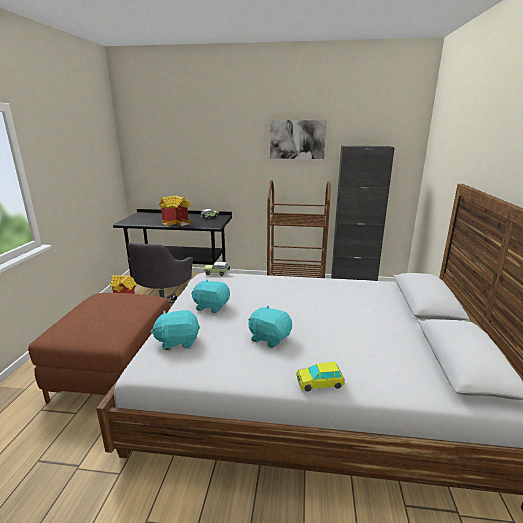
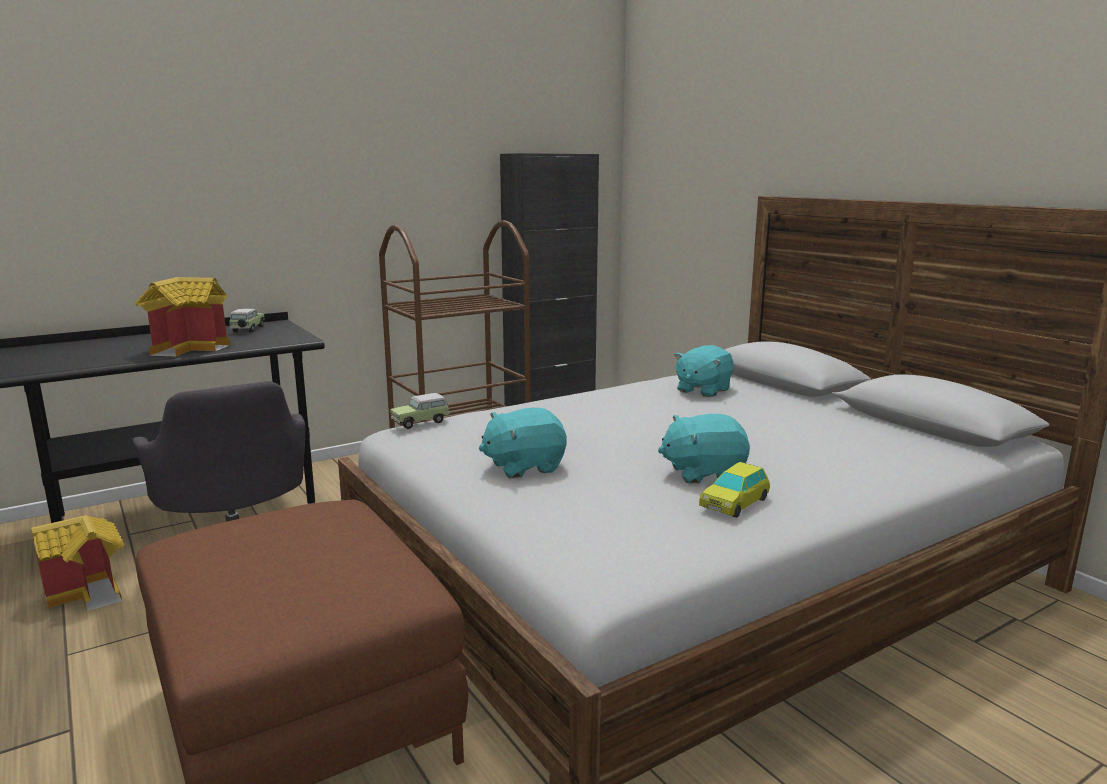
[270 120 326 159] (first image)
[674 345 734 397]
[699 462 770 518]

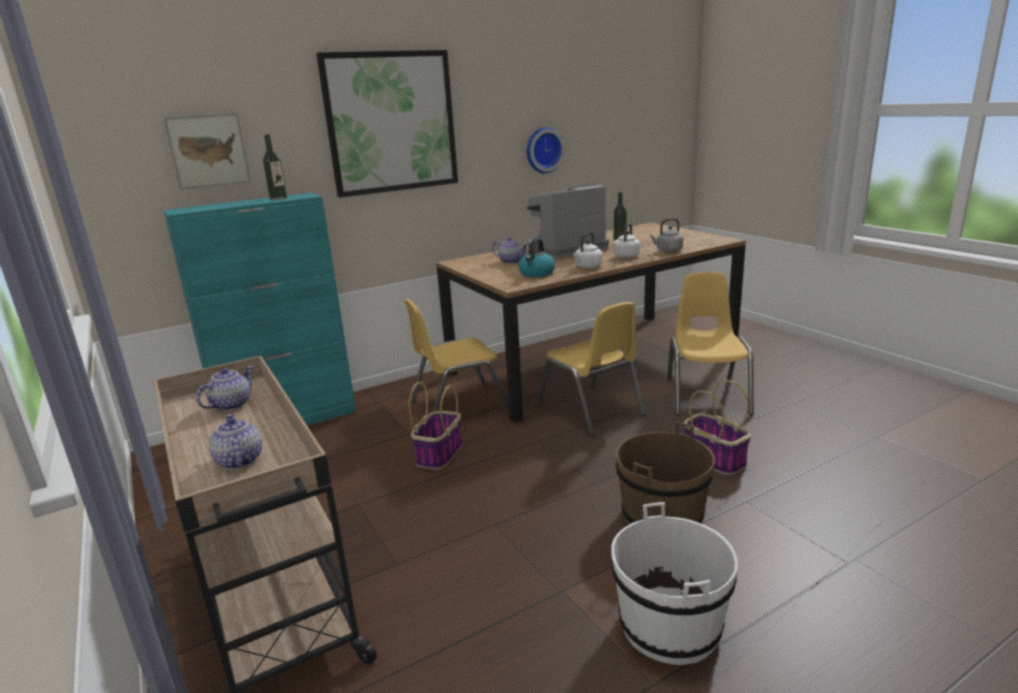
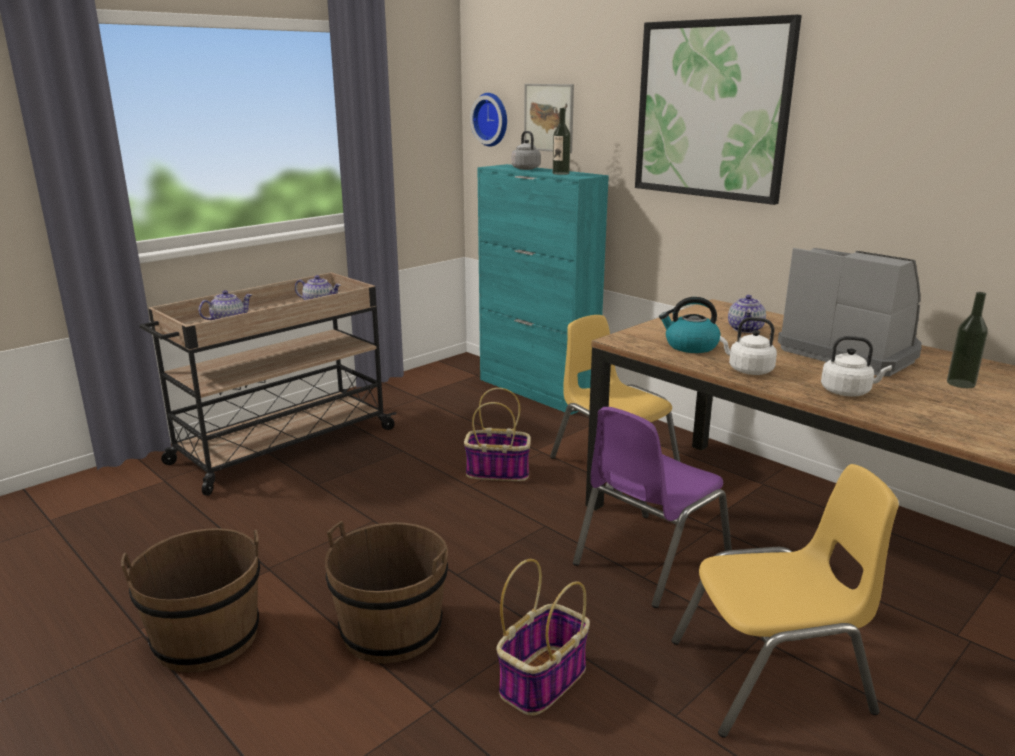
[470 93 507 147]
[512 131 541 170]
[573 407 732 608]
[121 528 260 673]

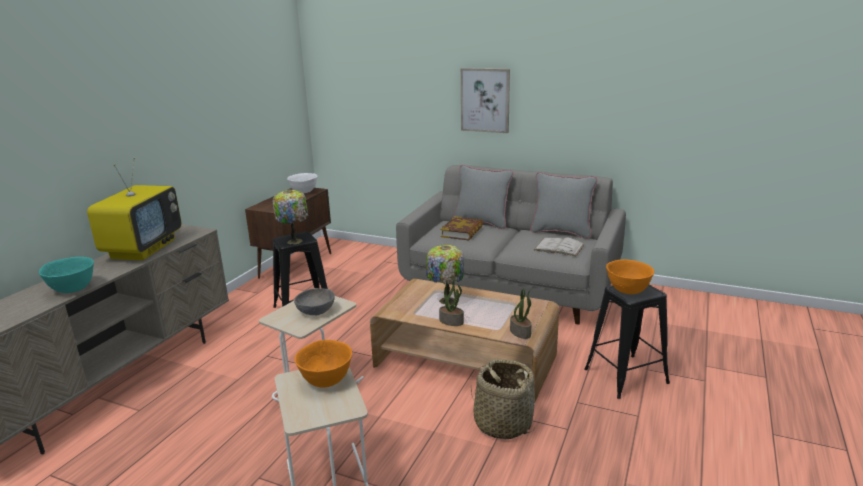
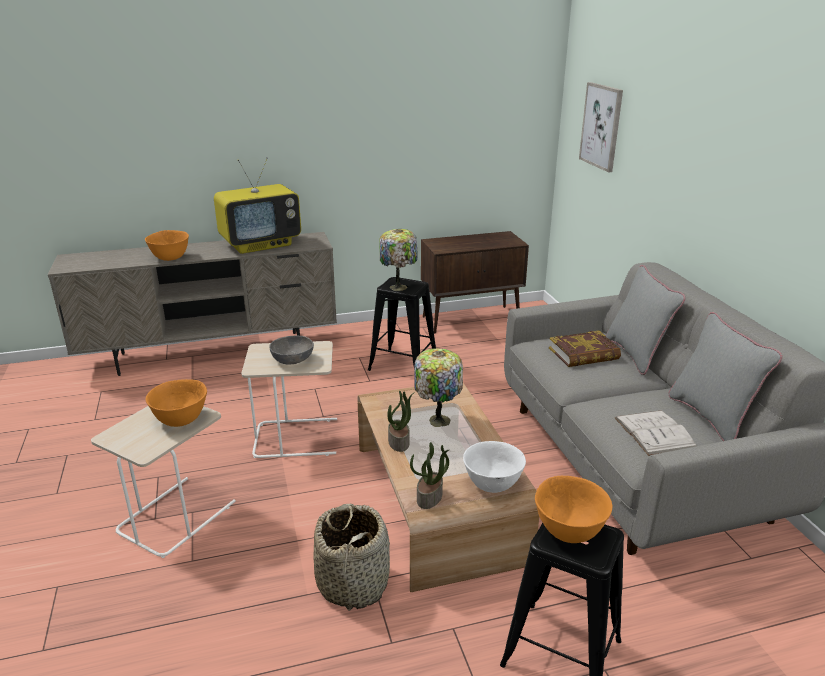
[579 82 623 173]
[463 441 526 493]
[145 230 189 261]

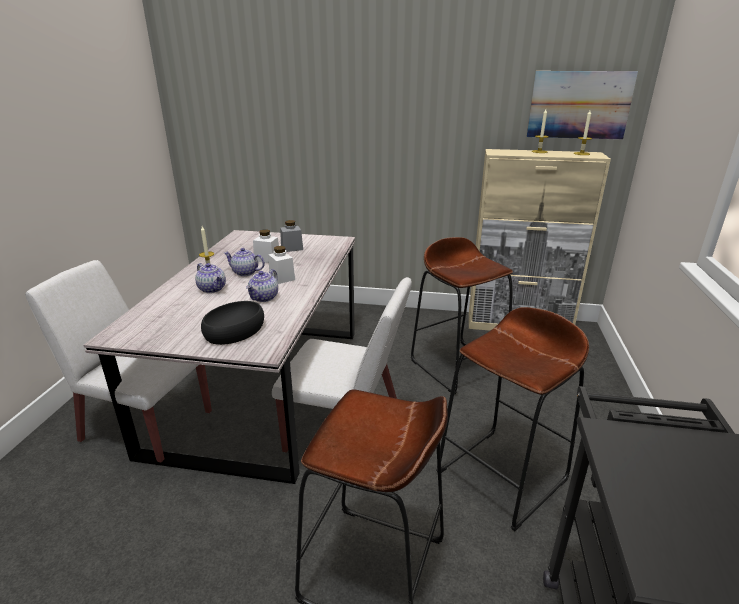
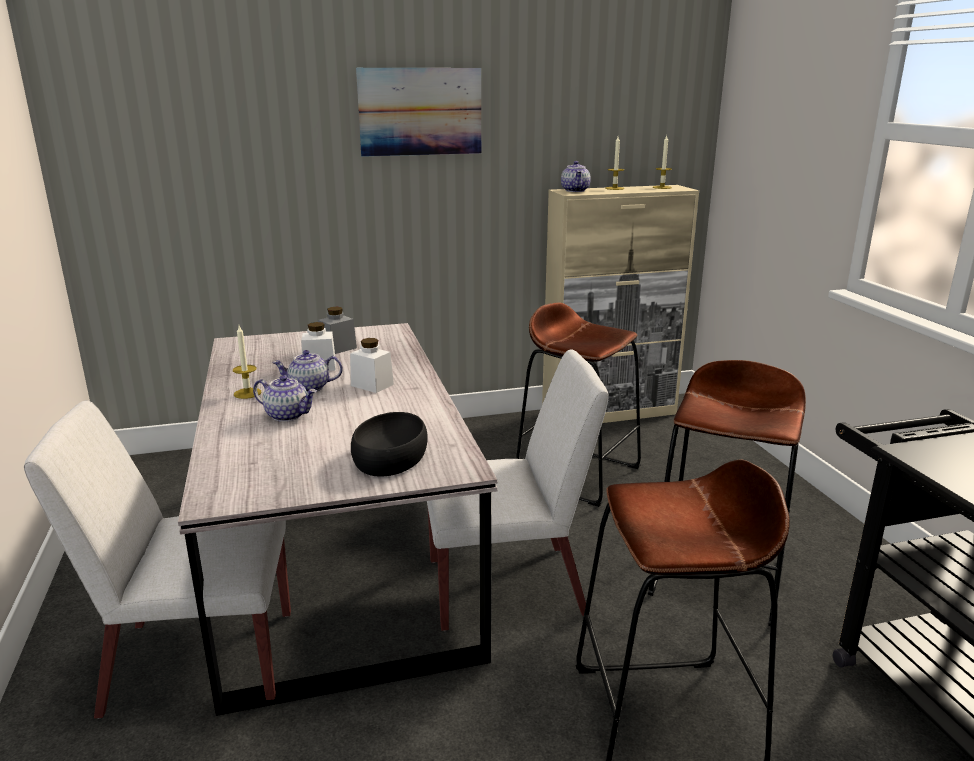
[356 68 481 157]
[561 161 591 192]

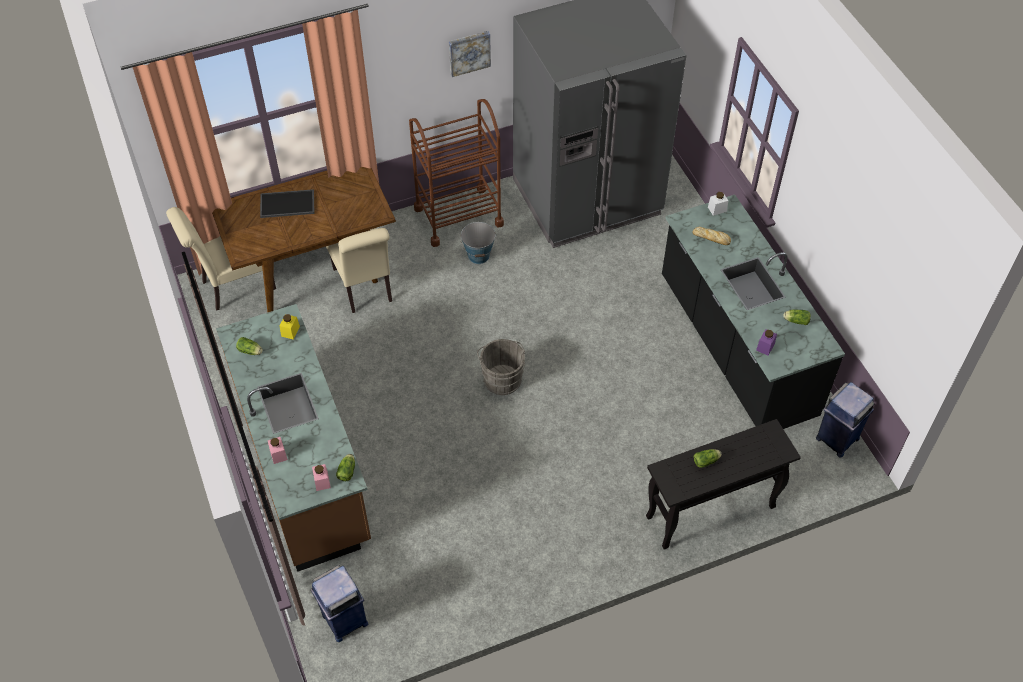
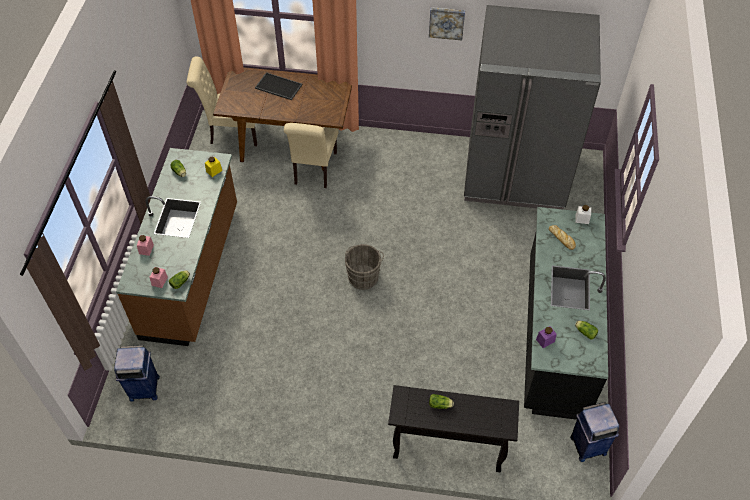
[409 99 504 247] (first image)
[460 222 496 264] (first image)

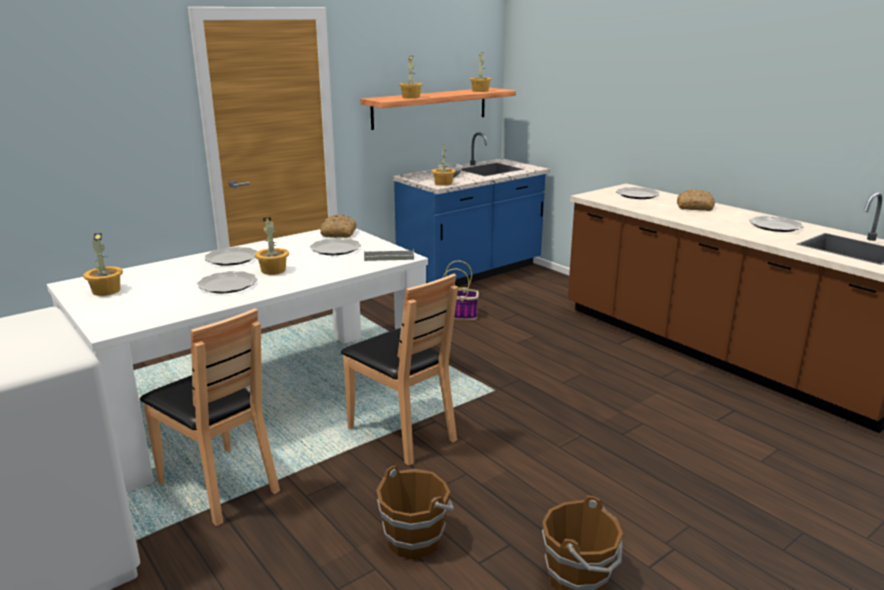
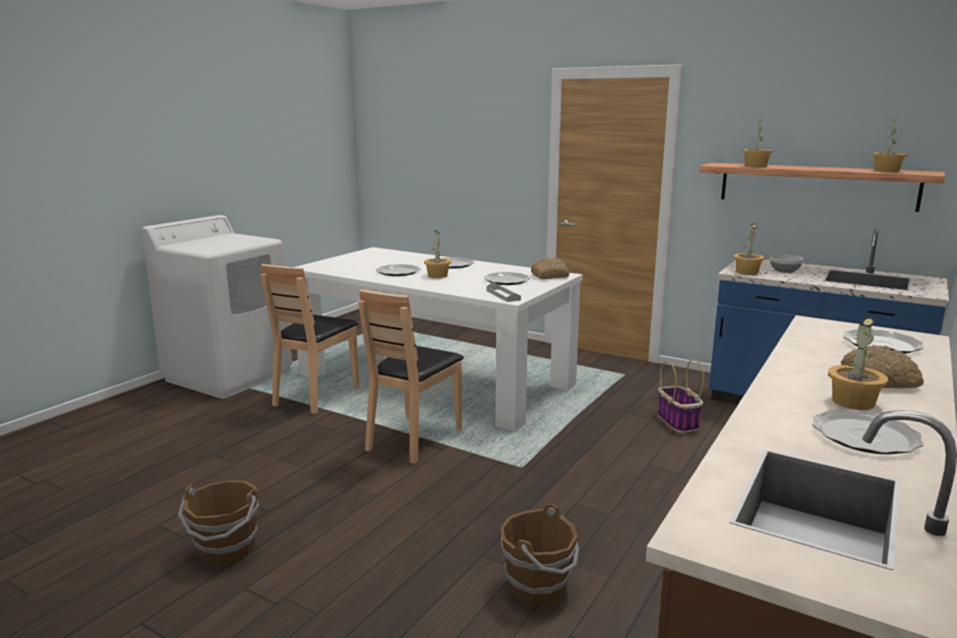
[828 316 888 410]
[501 504 579 605]

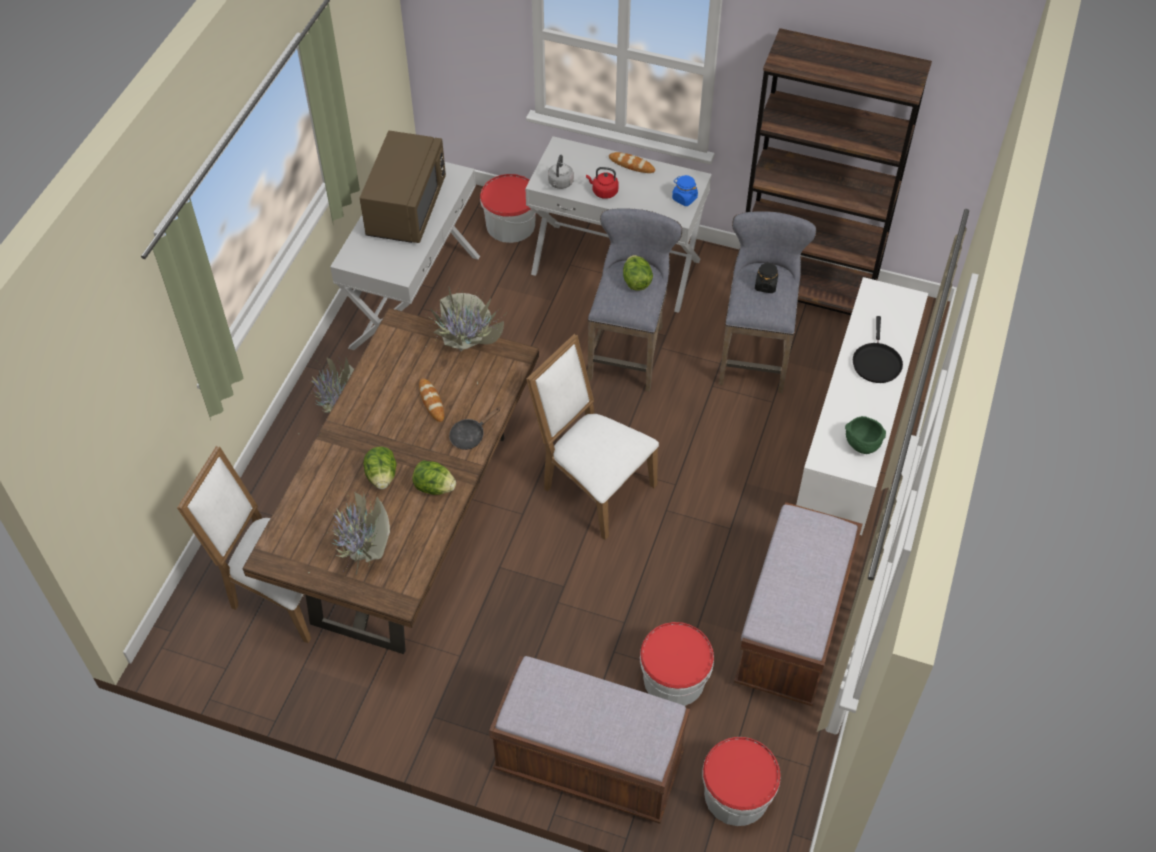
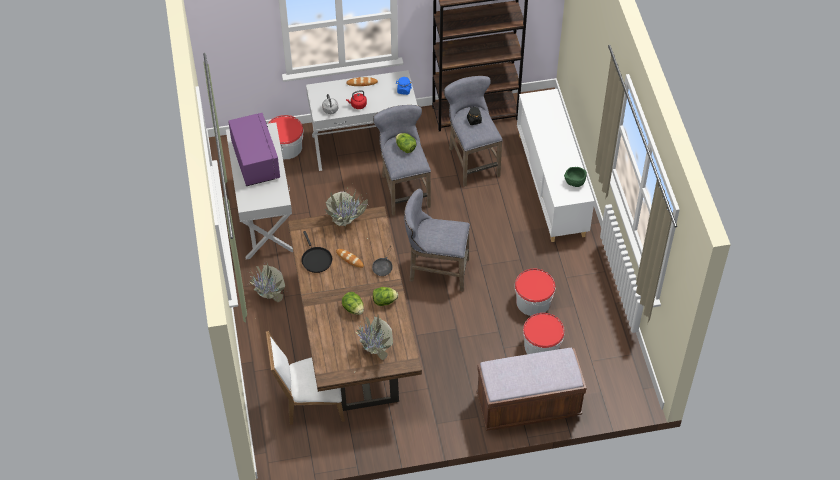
[228 113 280 186]
[301 231 332 273]
[404 188 470 291]
[734 502 863 706] (first image)
[515 268 555 316]

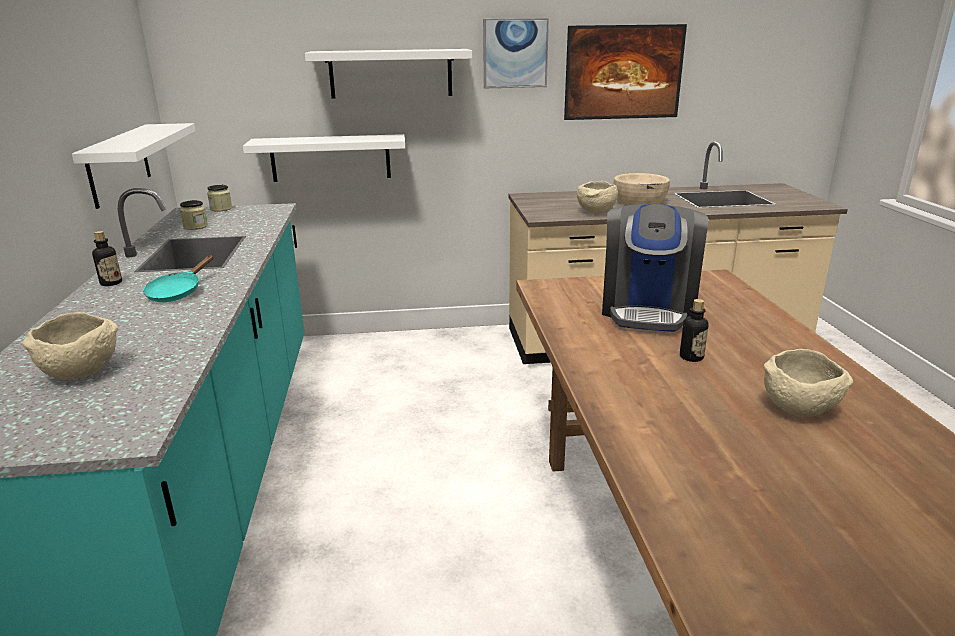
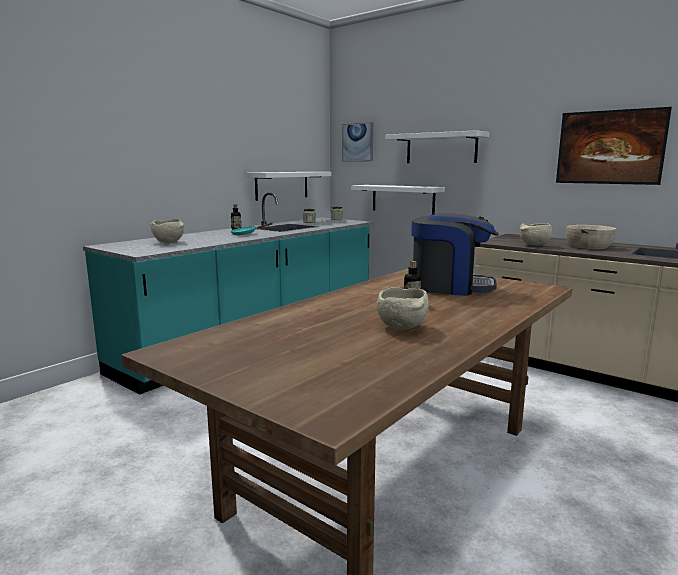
[342 122 373 162]
[411 213 499 296]

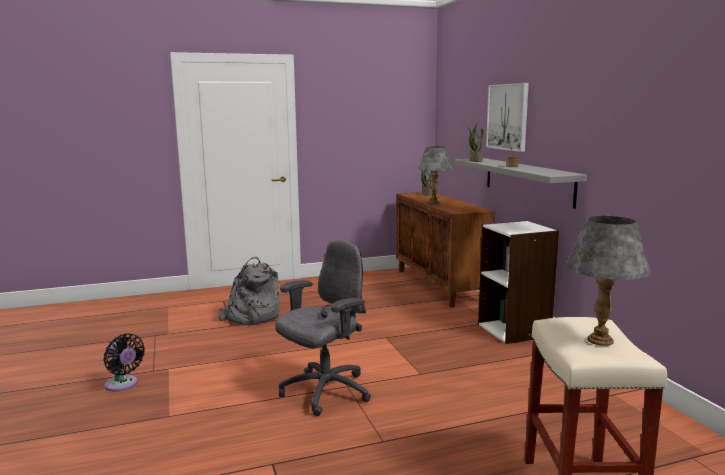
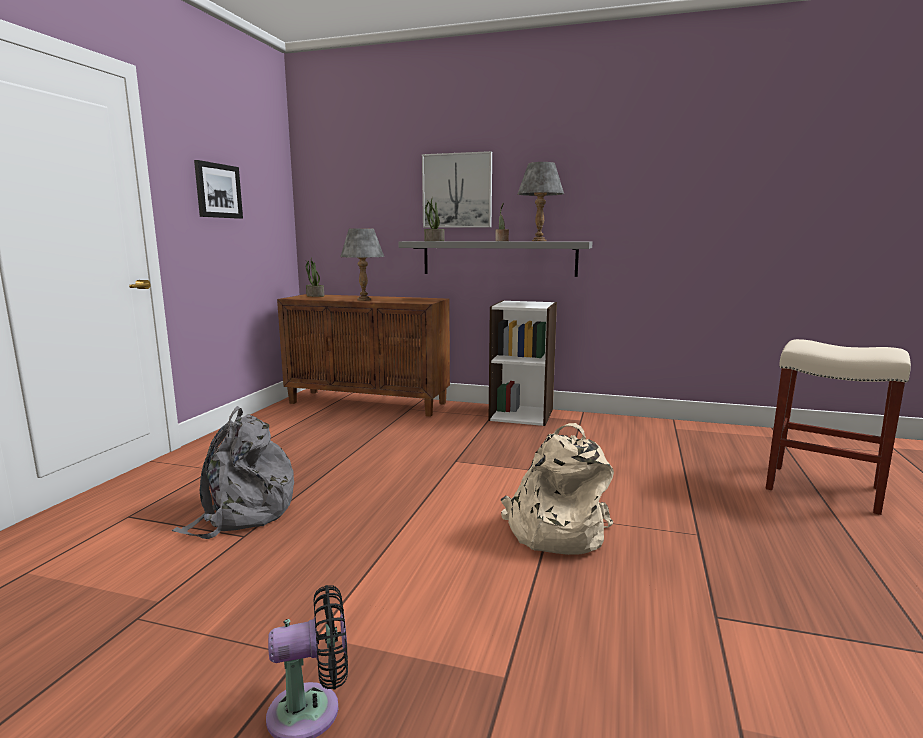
[518 162 564 241]
[501 423 614 555]
[194 160 243 219]

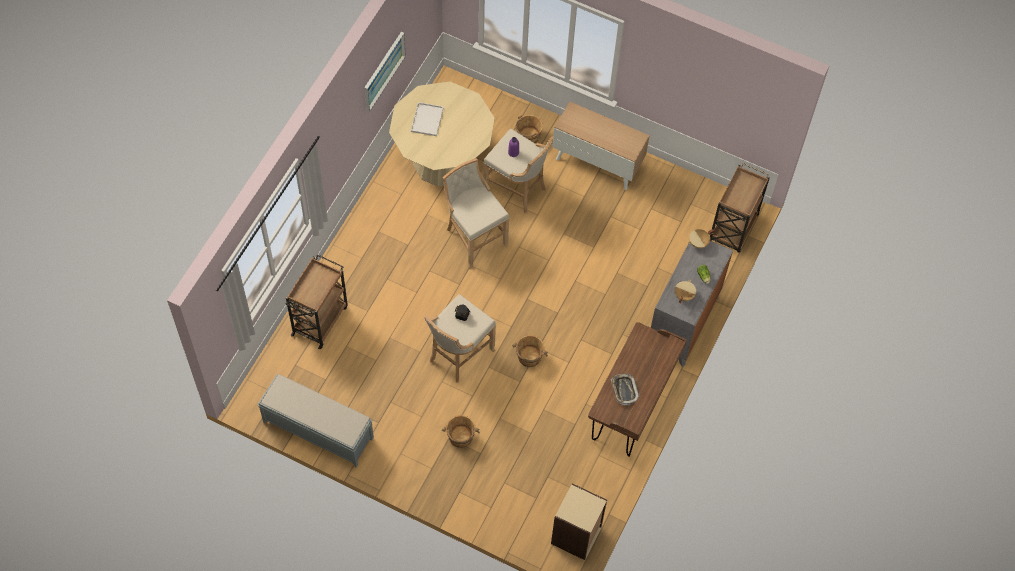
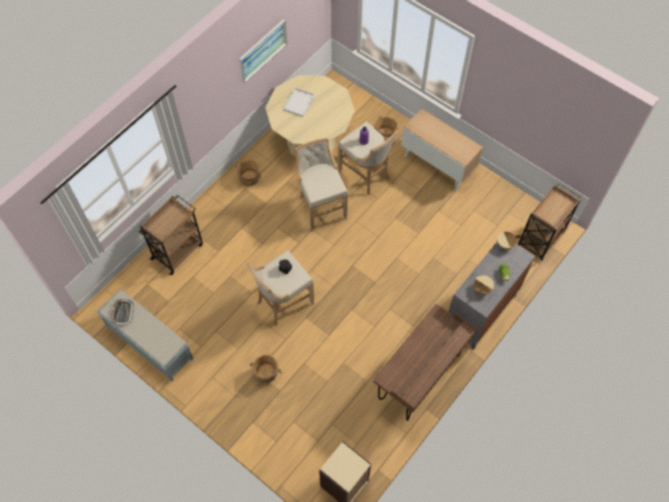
[236 160 261 186]
[111 299 134 326]

